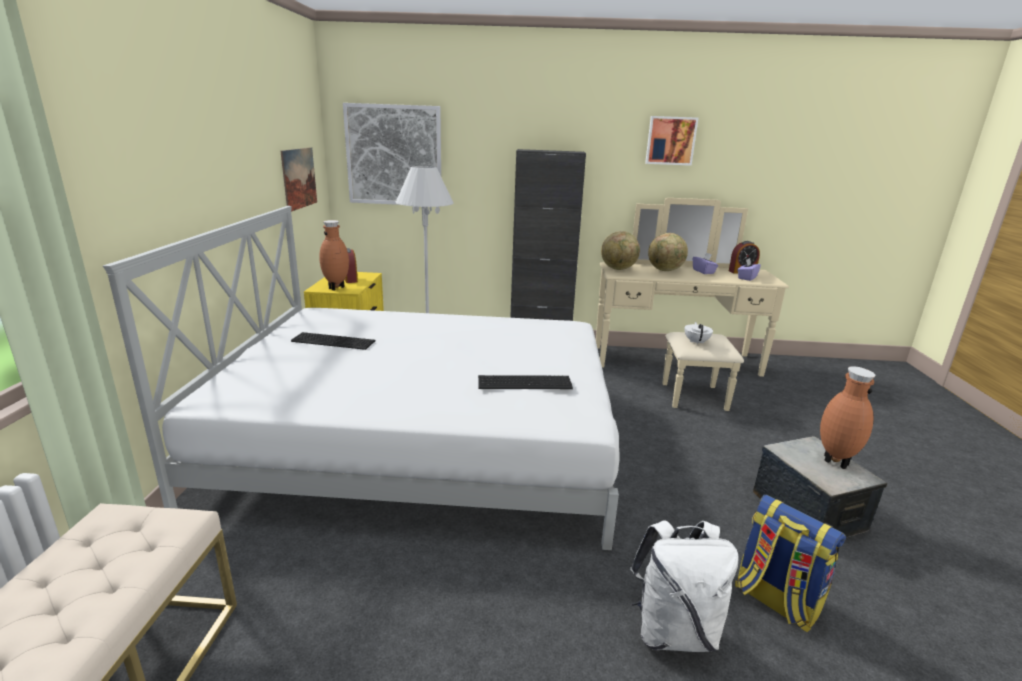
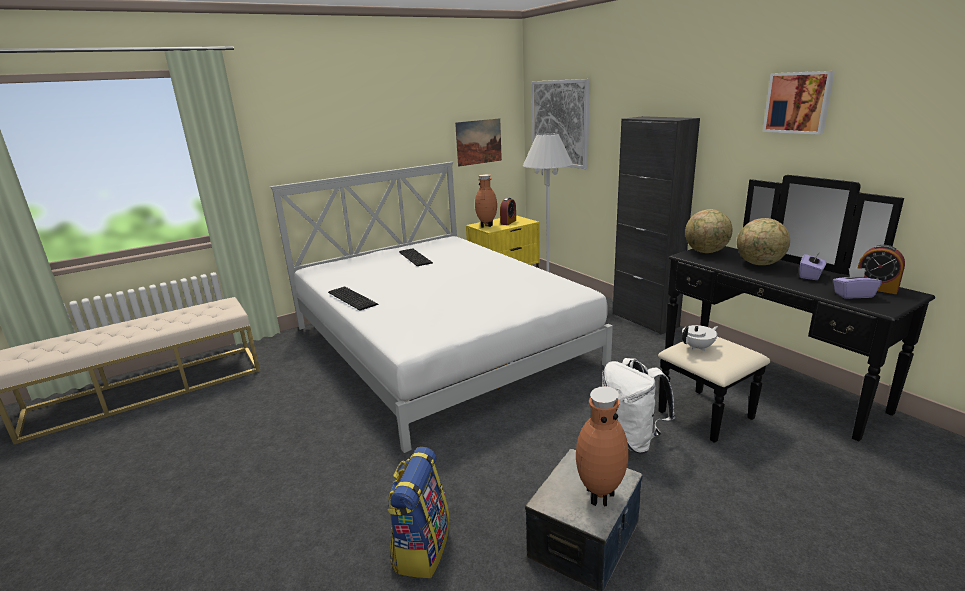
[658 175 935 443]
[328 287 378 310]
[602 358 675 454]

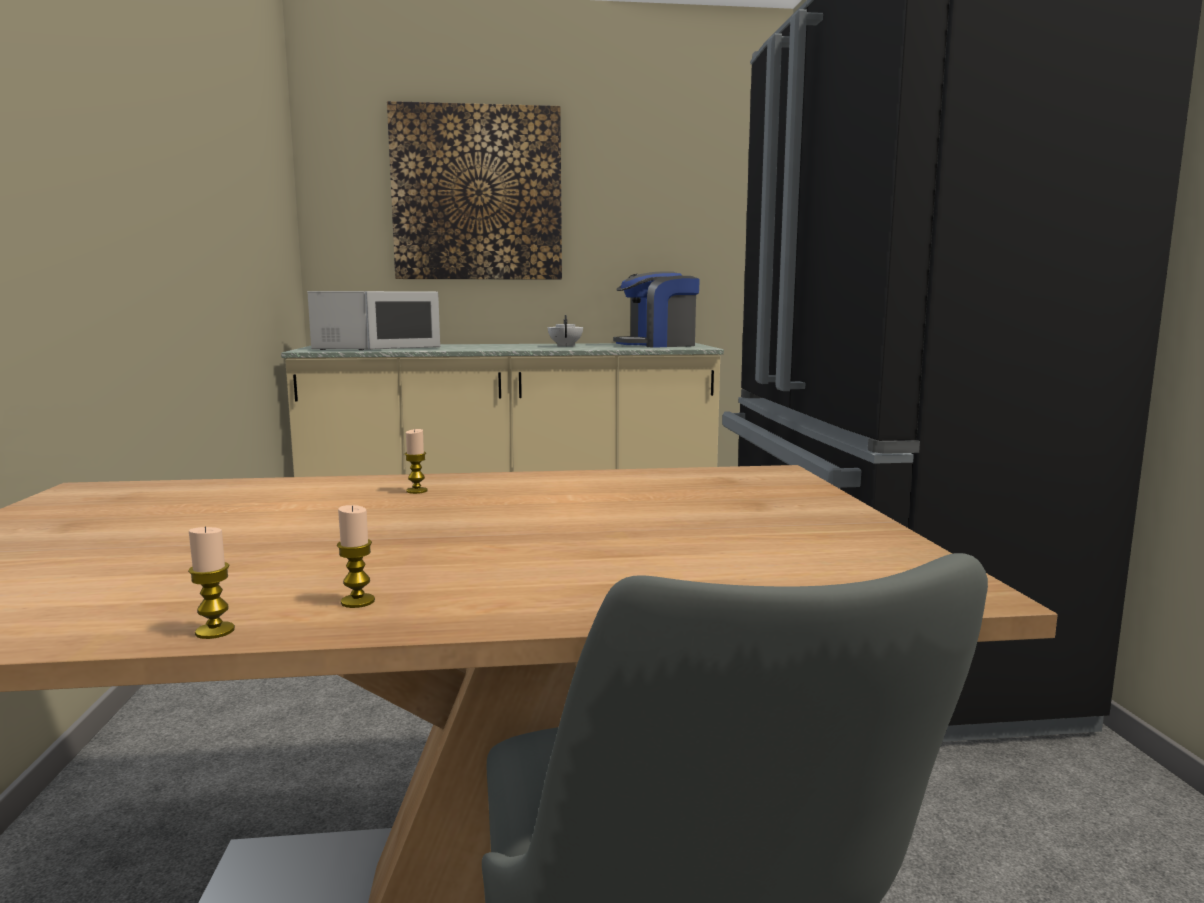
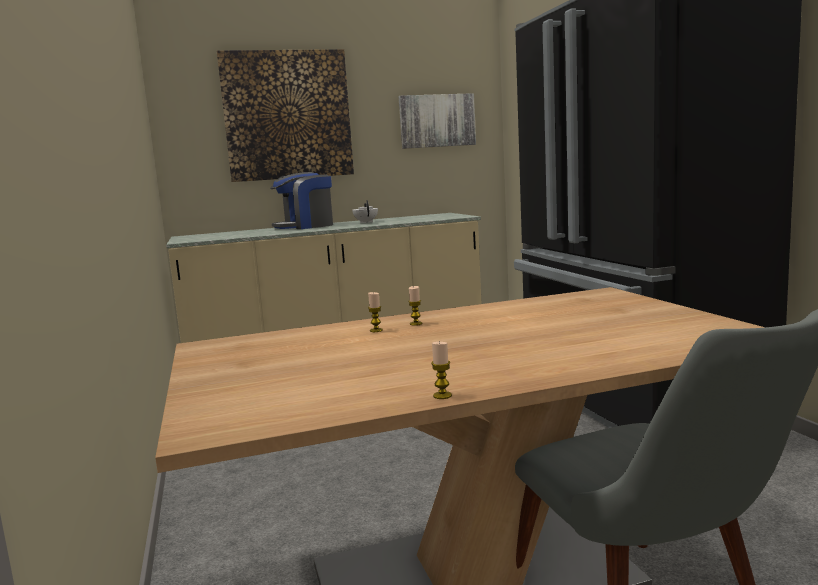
[270 172 333 229]
[307 291 440 350] (first image)
[368 292 383 332]
[399 93 476 149]

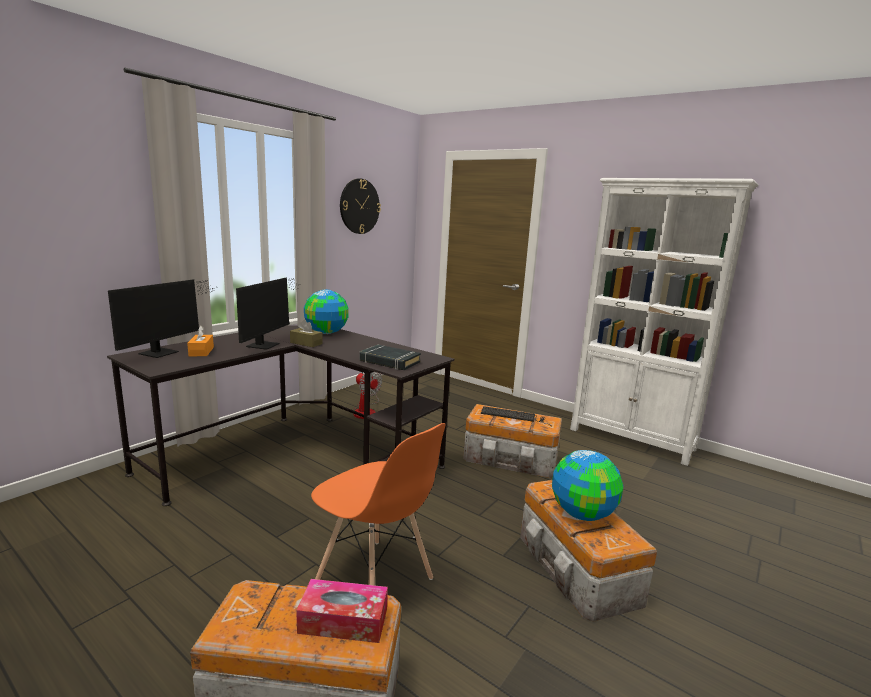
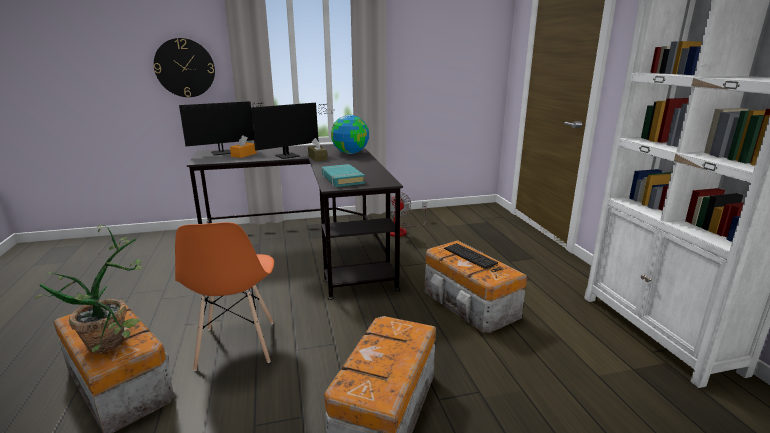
[154 38 215 97]
[322 164 365 187]
[552 450 623 521] (first image)
[35 225 142 353]

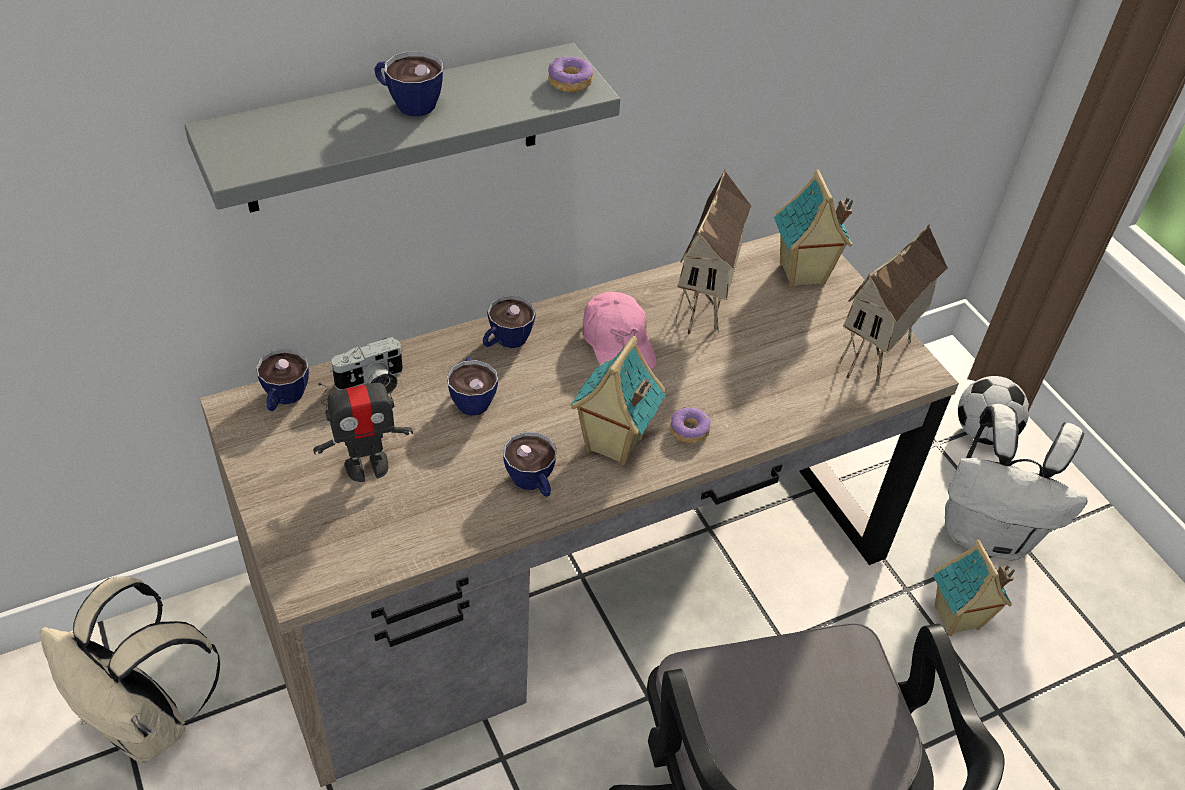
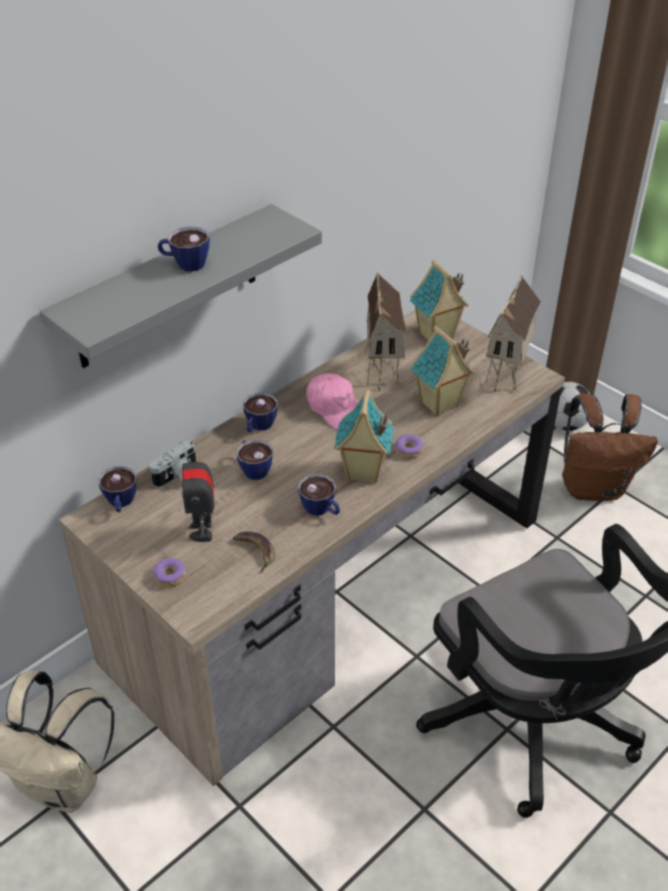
[153 558 186 587]
[181 442 214 542]
[562 394 658 501]
[411 326 475 416]
[233 532 275 574]

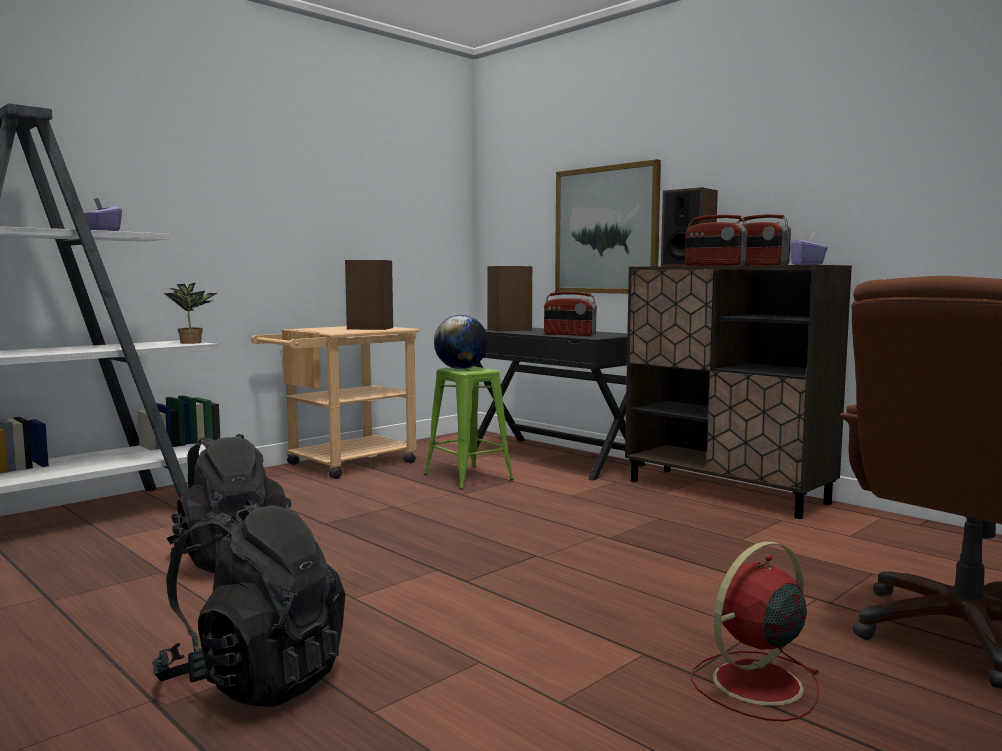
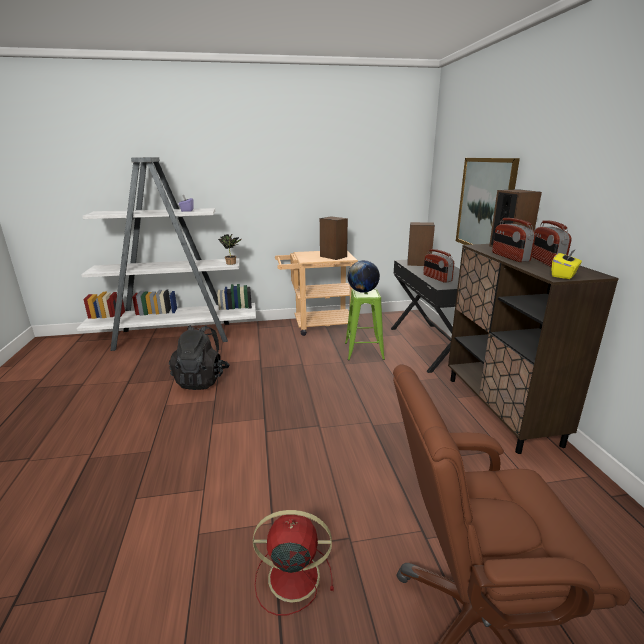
[552 249 582 279]
[152 500 345 707] (first image)

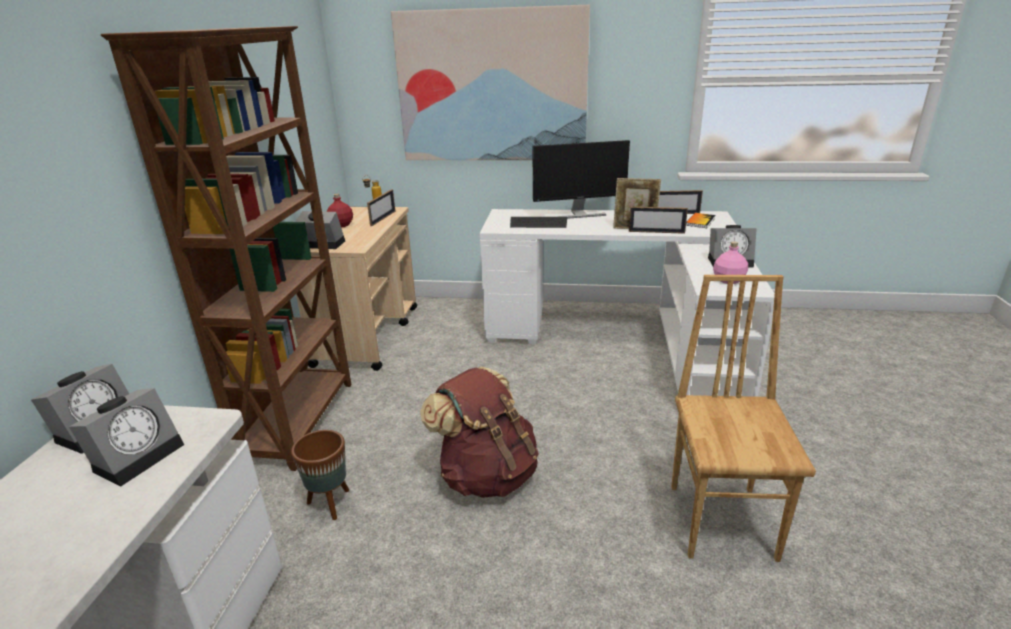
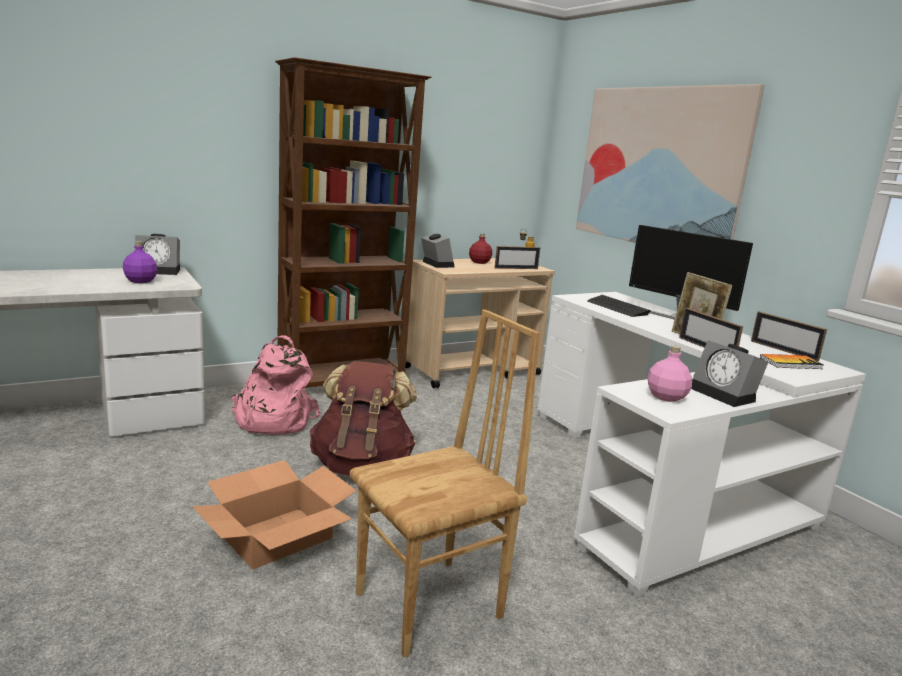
[123 241 157 283]
[231 335 321 435]
[192 460 357 569]

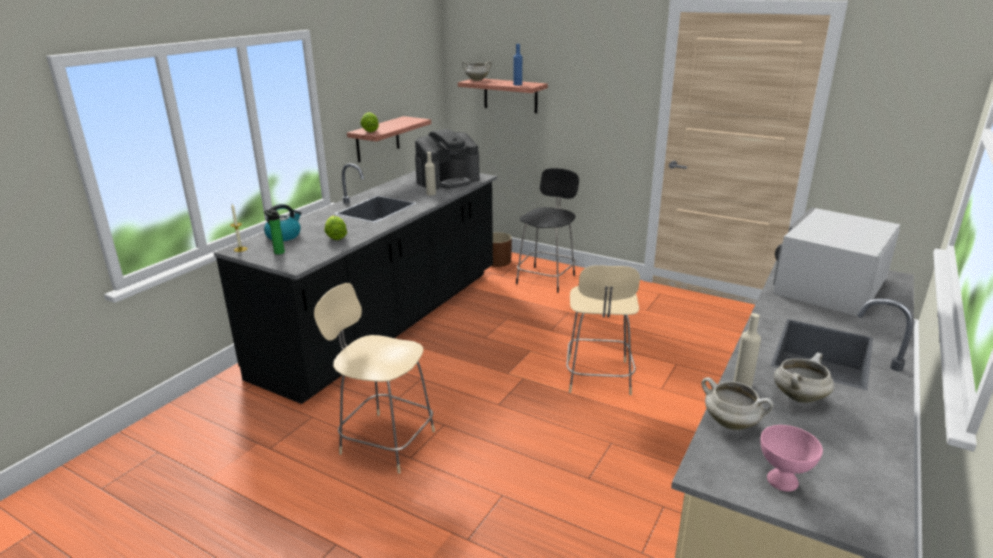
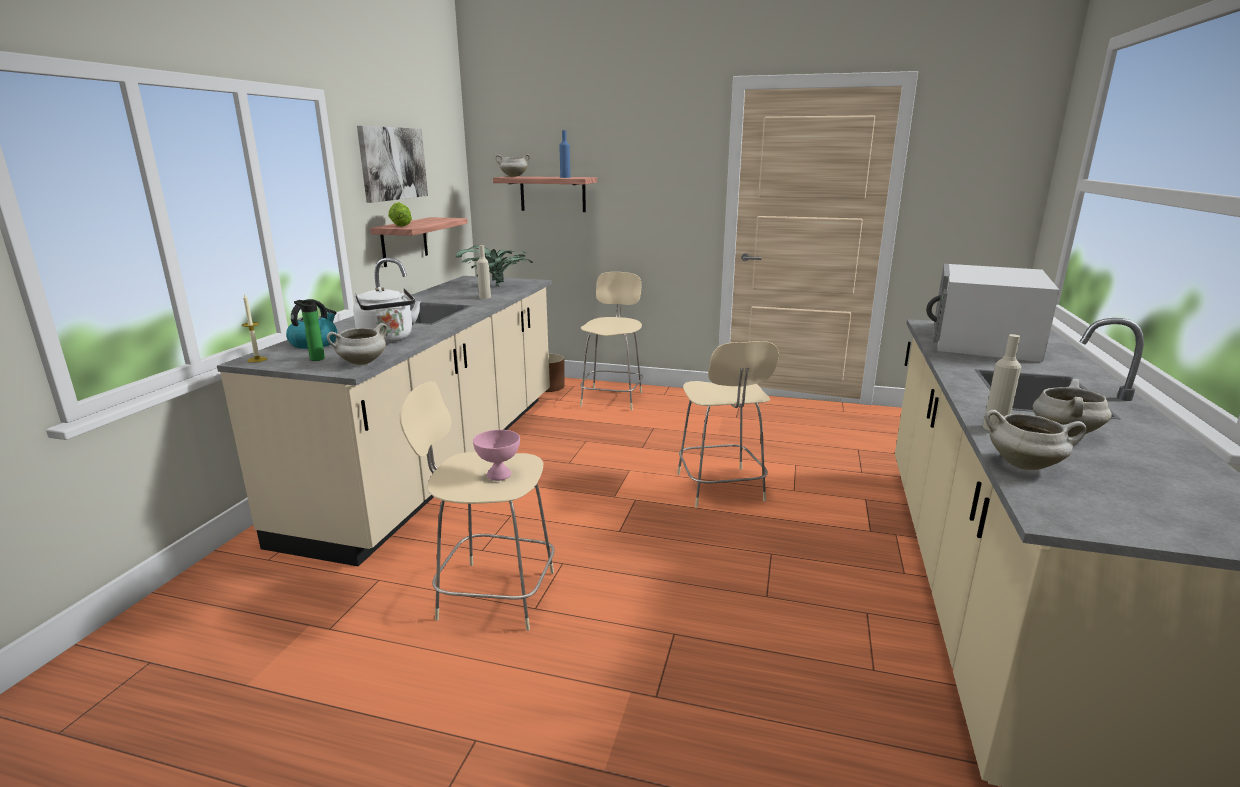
[456 246 533 287]
[217 258 552 566]
[580 272 643 411]
[353 287 421 343]
[473 430 520 481]
[357 126 428 203]
[327 323 387 365]

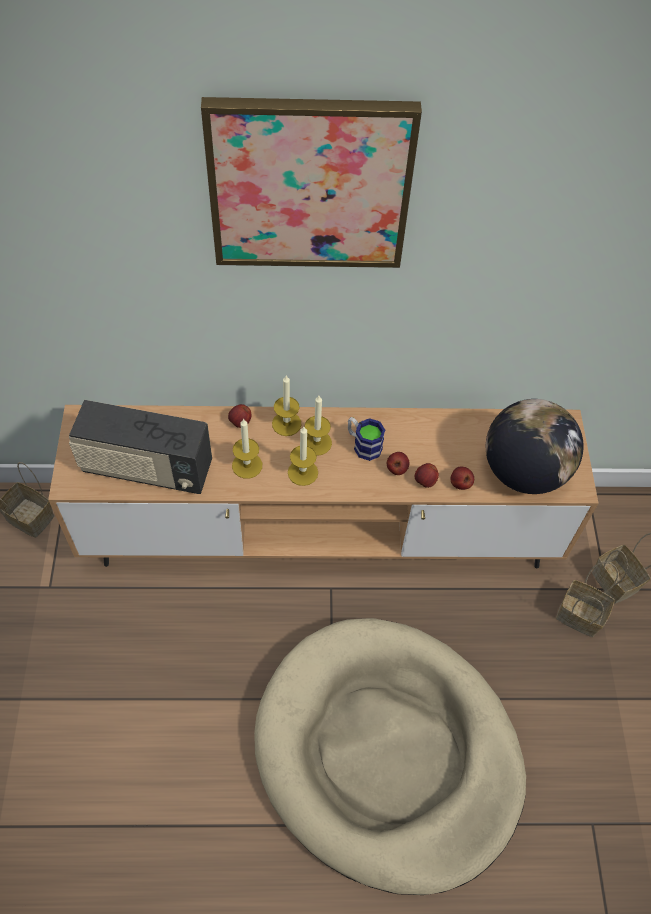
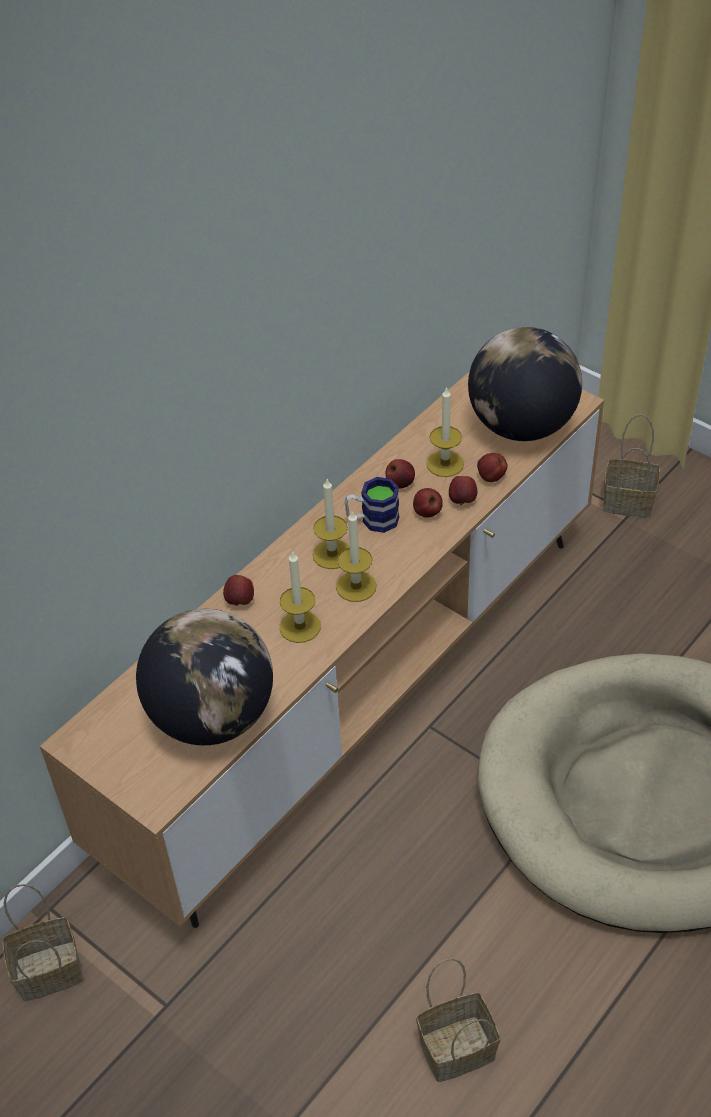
[201 97 422 268] (first image)
[427 387 464 477]
[136 609 273 745]
[416 958 500 1082]
[386 459 415 489]

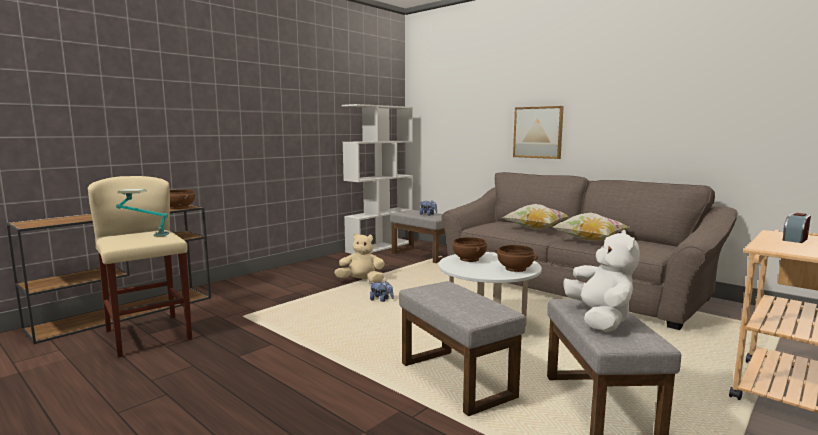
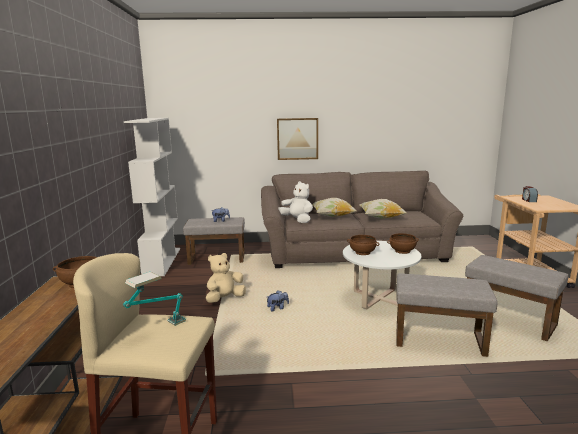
[278 181 313 223]

